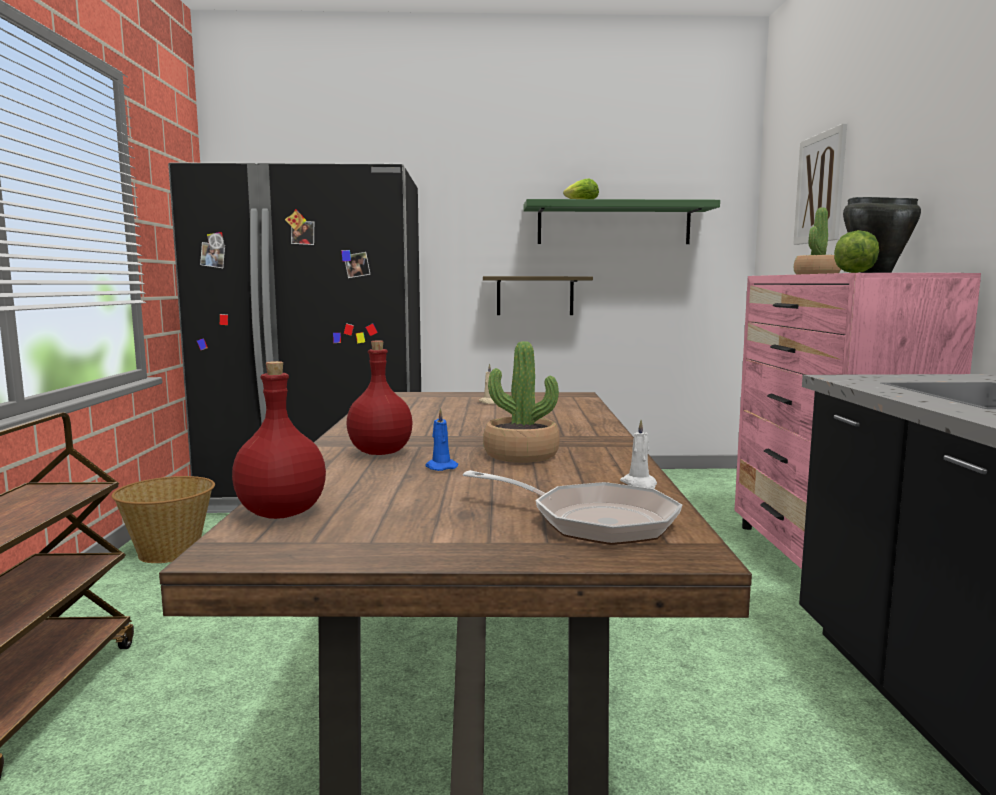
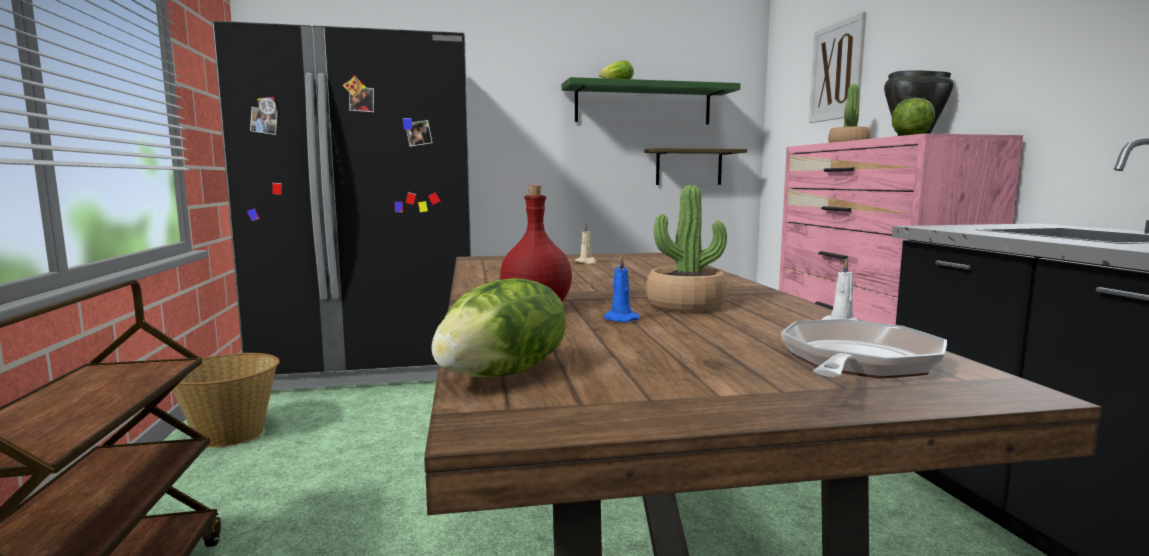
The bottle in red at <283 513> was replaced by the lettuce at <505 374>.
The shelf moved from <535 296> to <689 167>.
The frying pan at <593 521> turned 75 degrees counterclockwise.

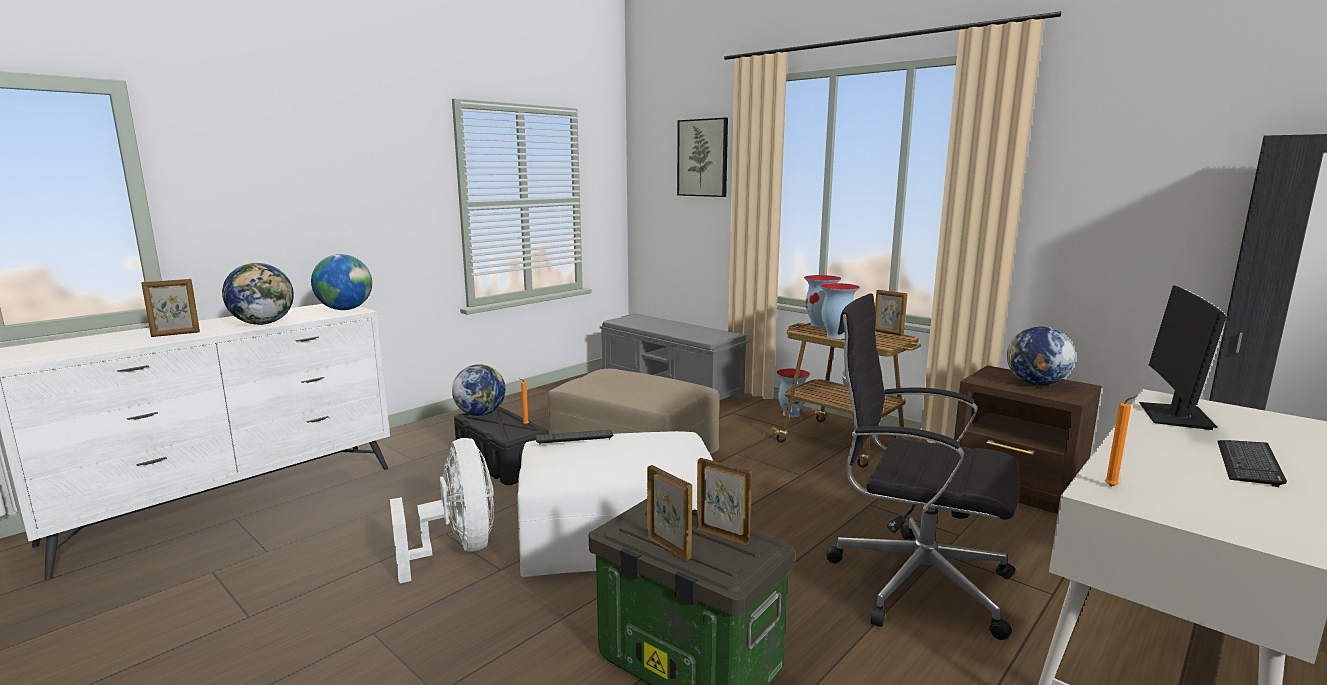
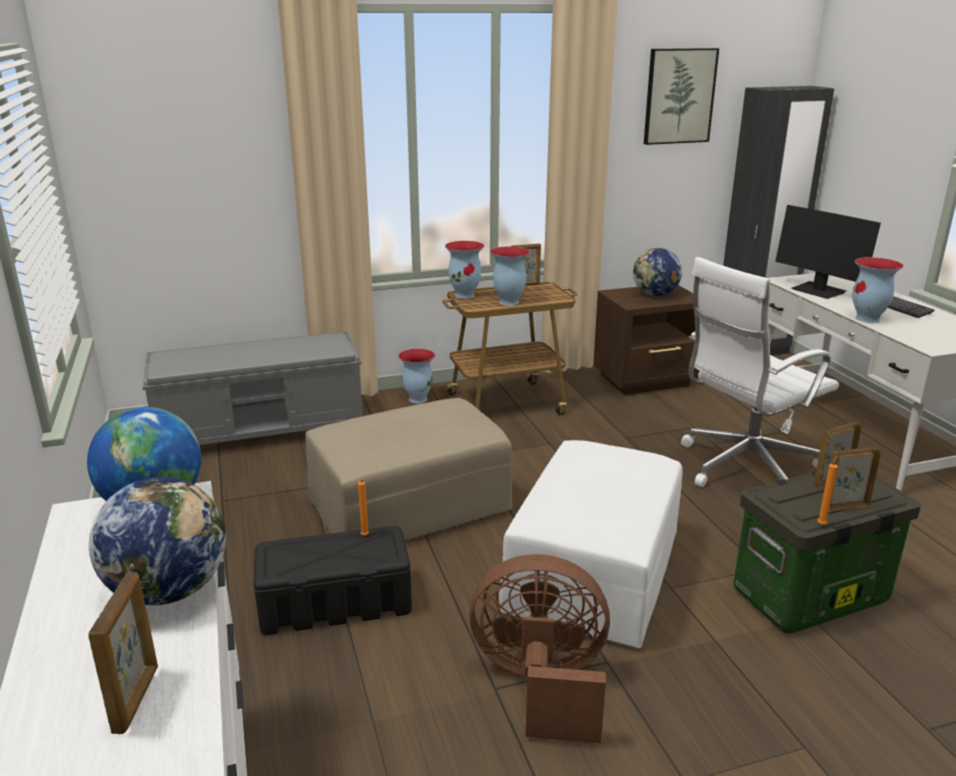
The fan in white at <457 549> became the fan in brown at <541 685>.
The picture moved from <703 158> to <679 96>.
The office chair in black at <914 581> became the office chair in white at <744 467>.
The candle in orange moved from <1113 487> to <822 524>.
The vase at <868 319> appeared.
The globe at <480 414> disappeared.
The keyboard at <574 438> disappeared.

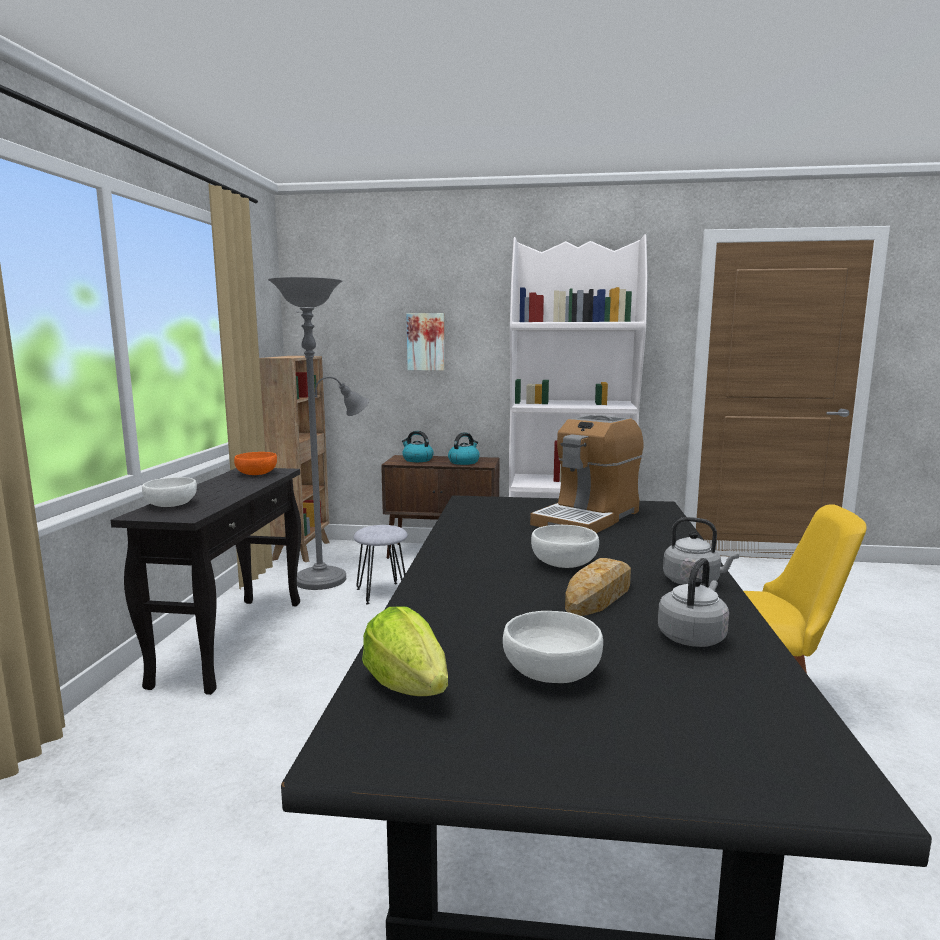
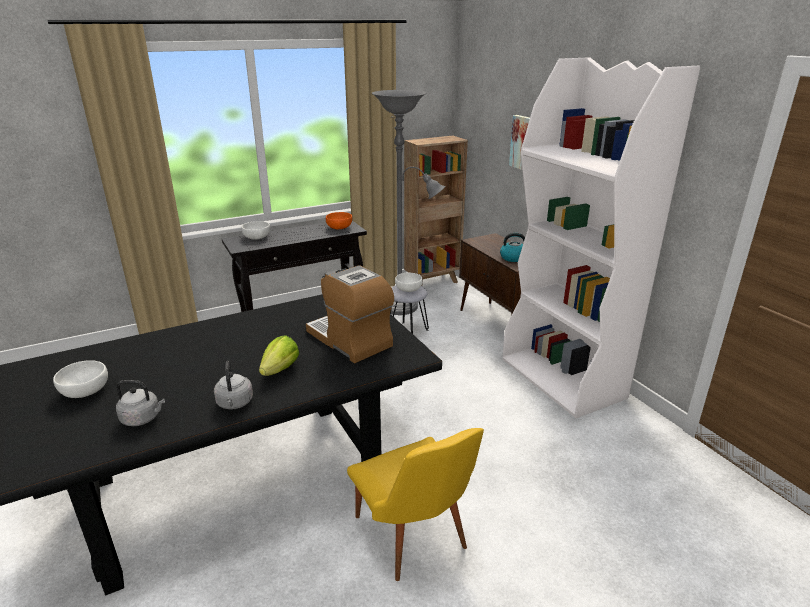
The lettuce moved from <408 685> to <280 369>.
The coffee machine at <588 518> turned 45 degrees clockwise.
The bowl in white moved from <563 563> to <408 289>.
The kettle at <417 460> disappeared.
The bread at <600 595> disappeared.

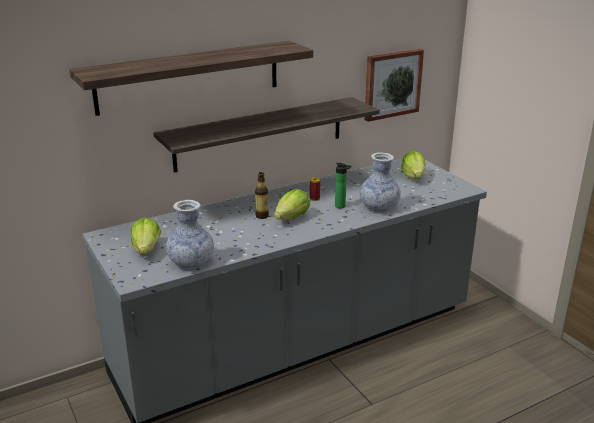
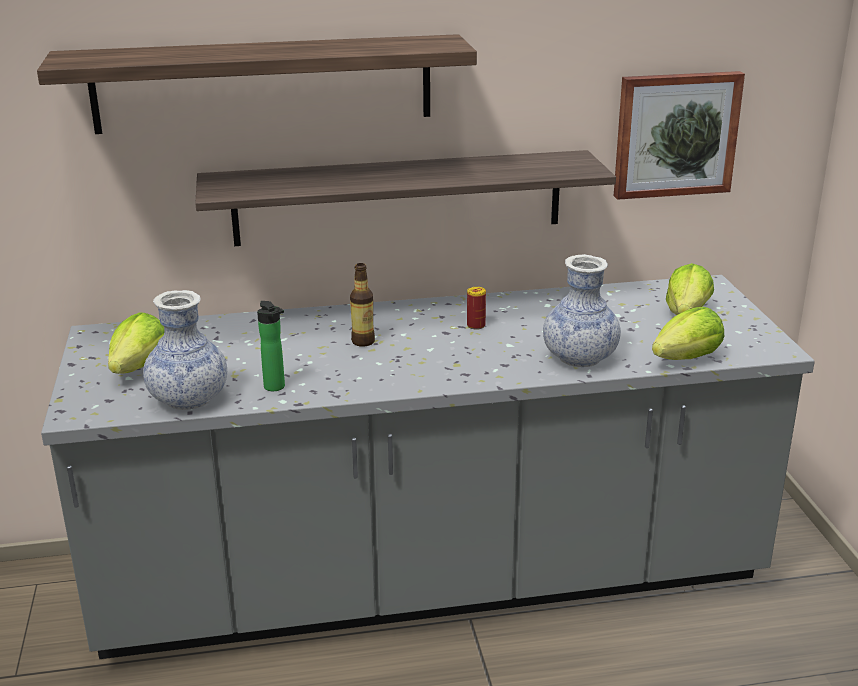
The bottle moved from <341 206> to <276 388>.
The lettuce moved from <292 218> to <687 359>.

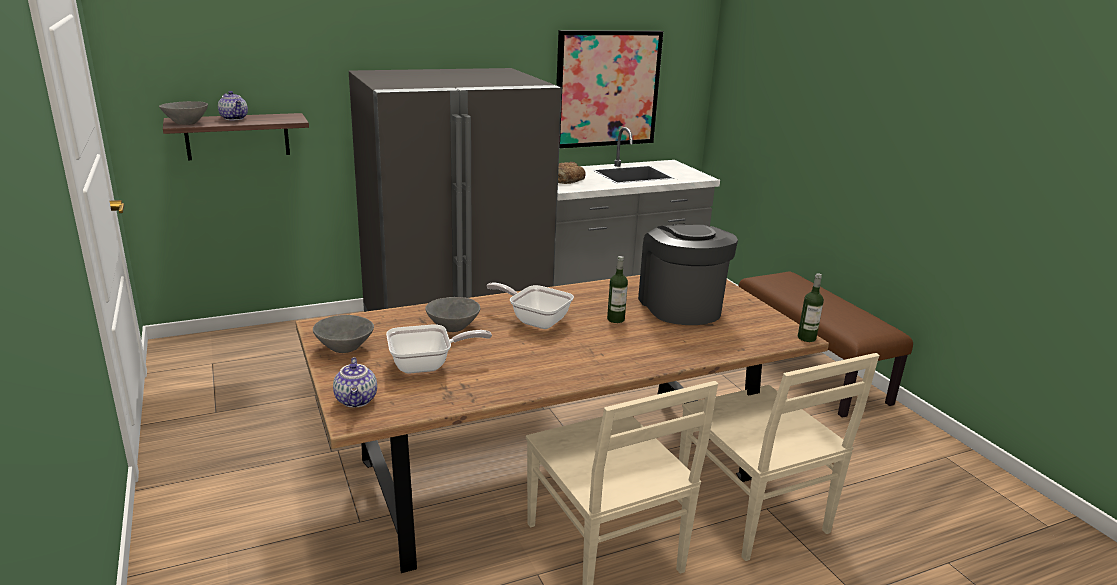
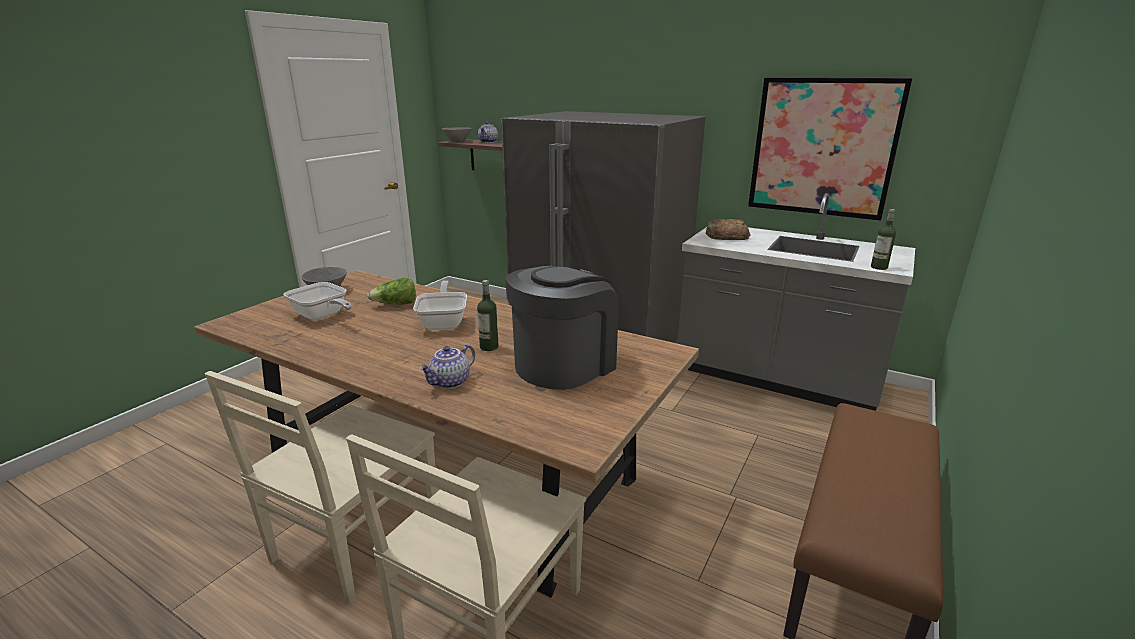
The bowl in grey at <454 327> was replaced by the lettuce at <396 304>.
The teapot moved from <357 400> to <450 382>.
The bottle moved from <806 338> to <879 267>.

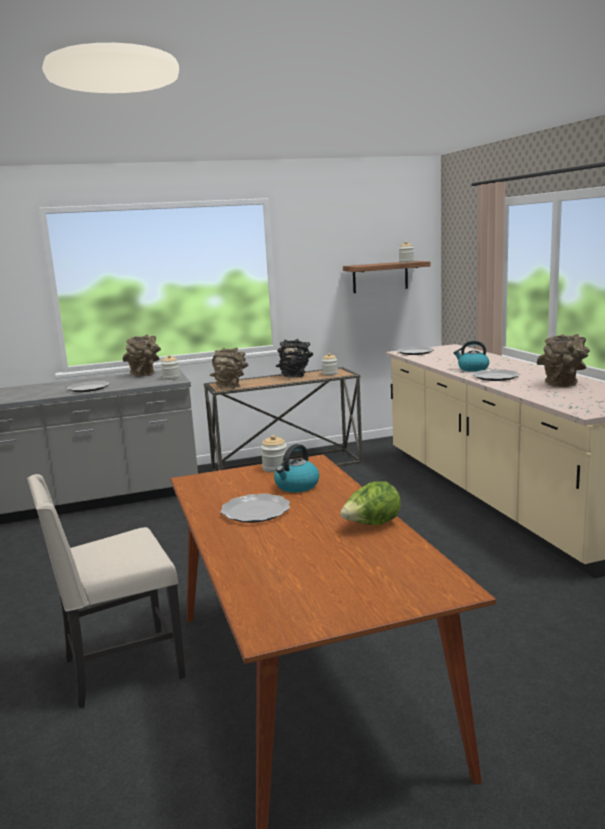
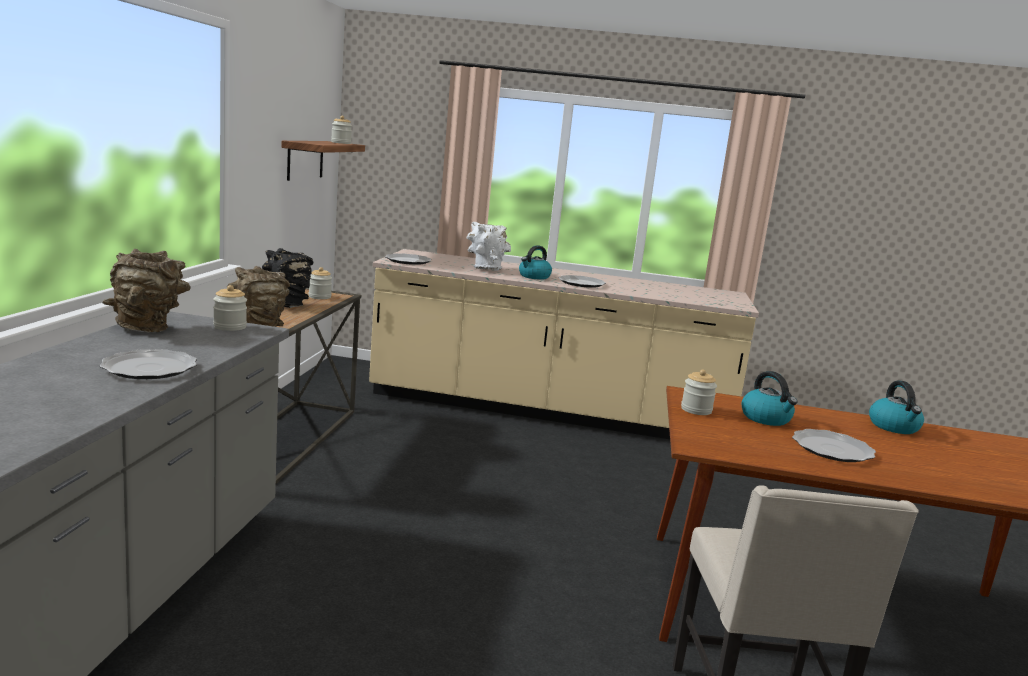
The vase in white at <484 269> appeared.
The lettuce at <371 525> was replaced by the kettle at <894 427>.
The vase in brown at <563 385> disappeared.

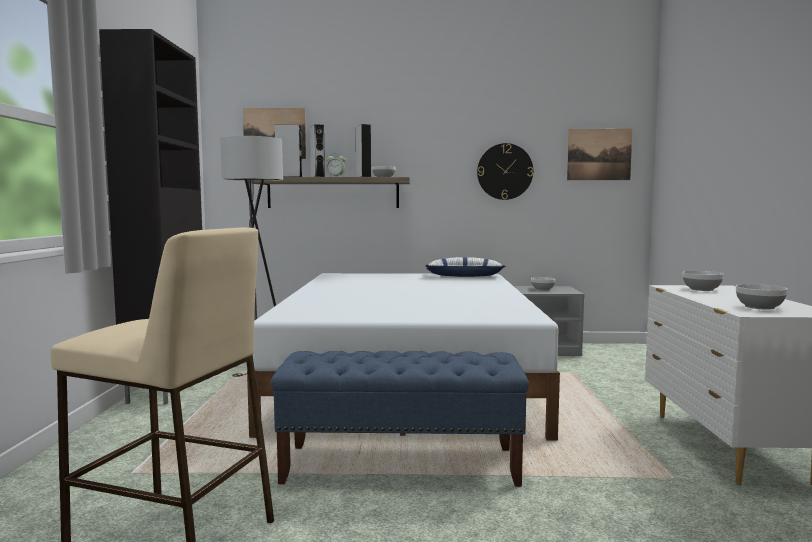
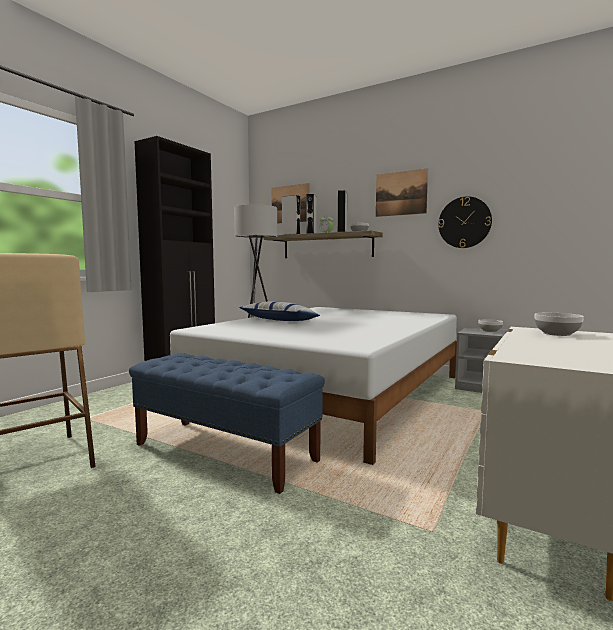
The pillow moved from <464 276> to <279 320>.
The picture moved from <599 154> to <401 193>.
The bowl at <759 307> disappeared.

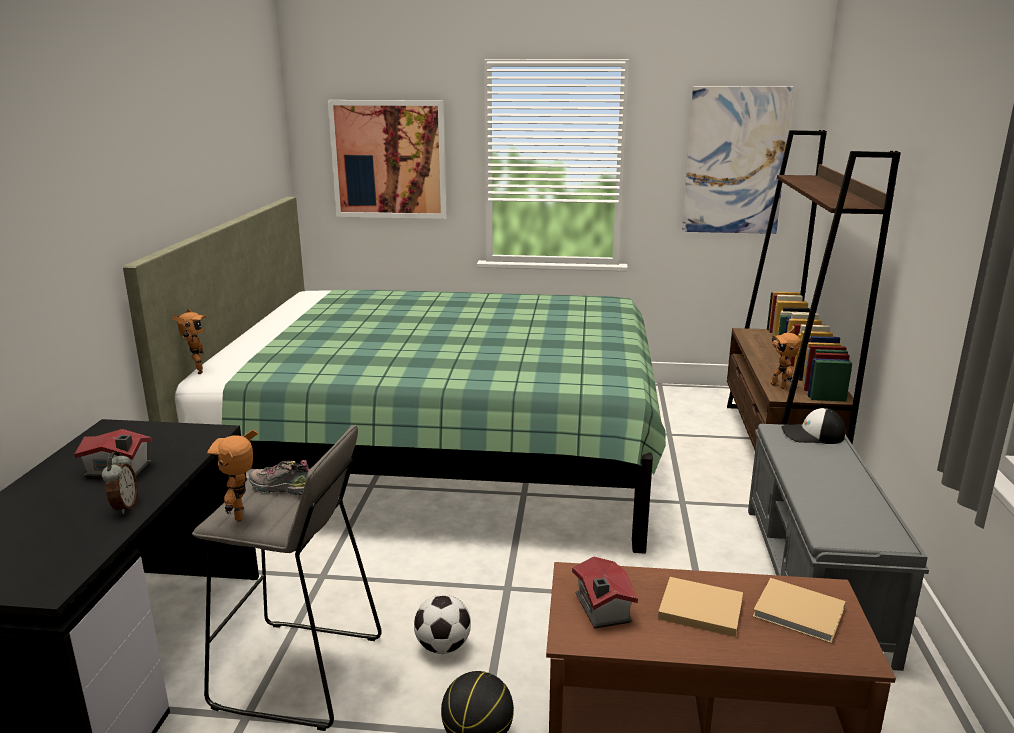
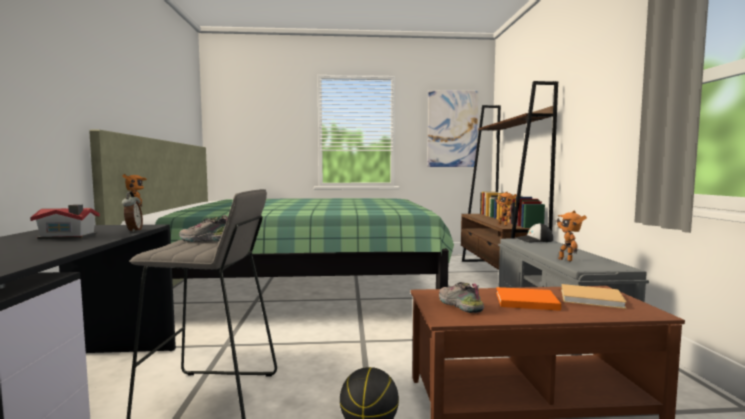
The alarm clock moved from <124 507> to <133 231>.
The toy house at <601 609> was replaced by the shoe at <458 305>.
The book in beige at <698 608> became the book in orange at <524 301>.
The toy robot moved from <244 514> to <566 260>.
The picture at <389 159> disappeared.
The football at <443 646> disappeared.

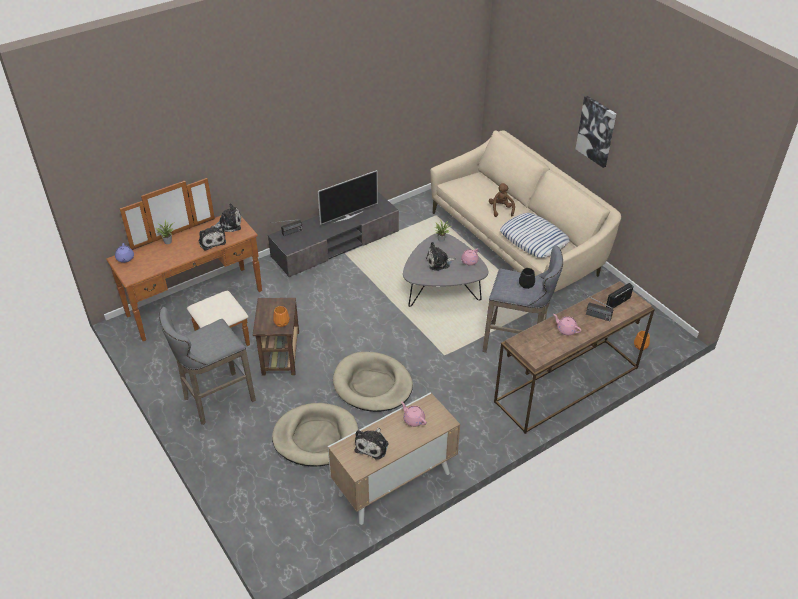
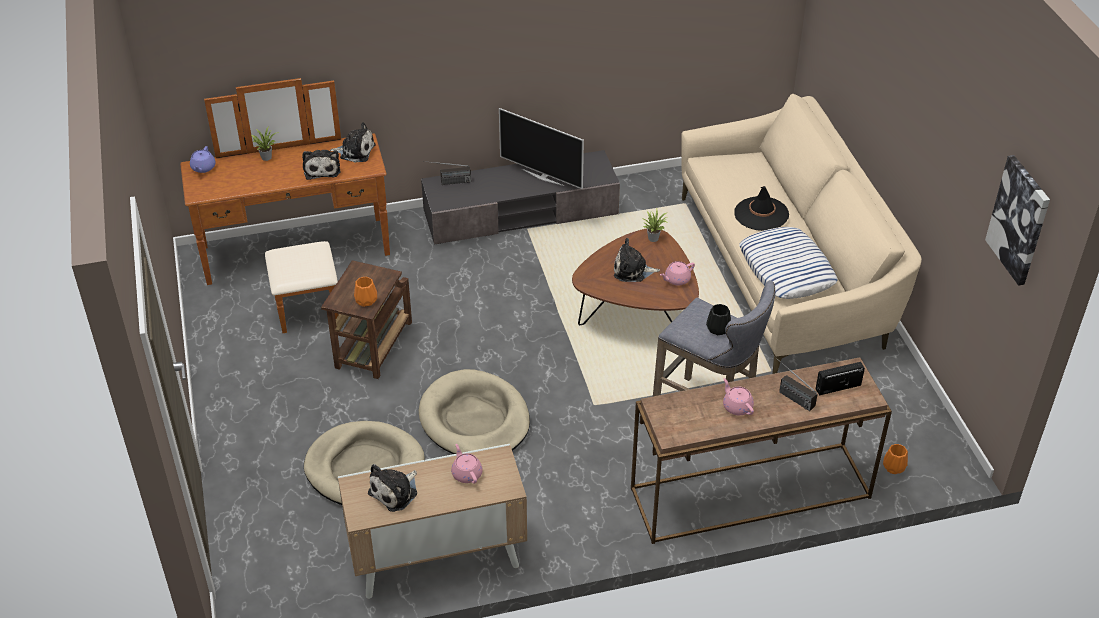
The television at <348 216> turned 45 degrees clockwise.
The coffee table in grey at <442 291> became the coffee table in brown at <637 315>.
The plush toy in brown at <501 209> was replaced by the hat in black at <761 214>.
The picture moved from <596 131> to <1019 220>.
The stool in grey at <216 400> disappeared.

